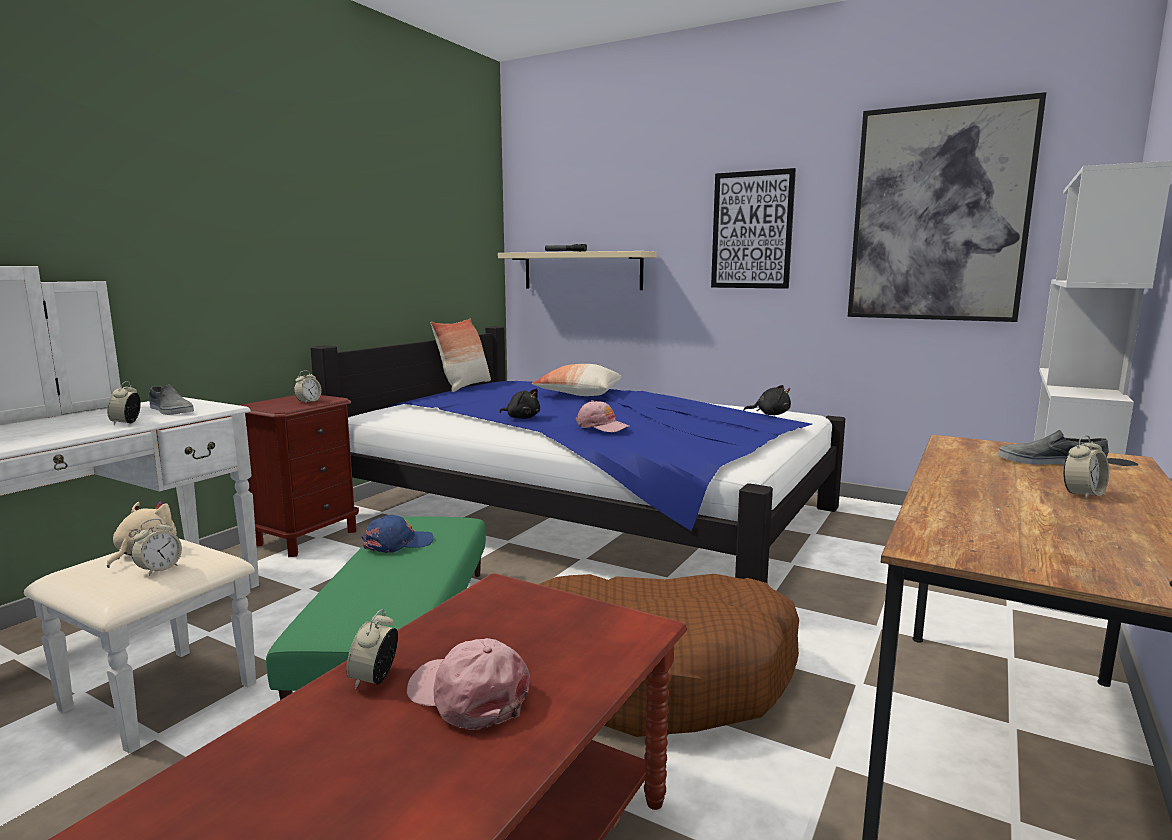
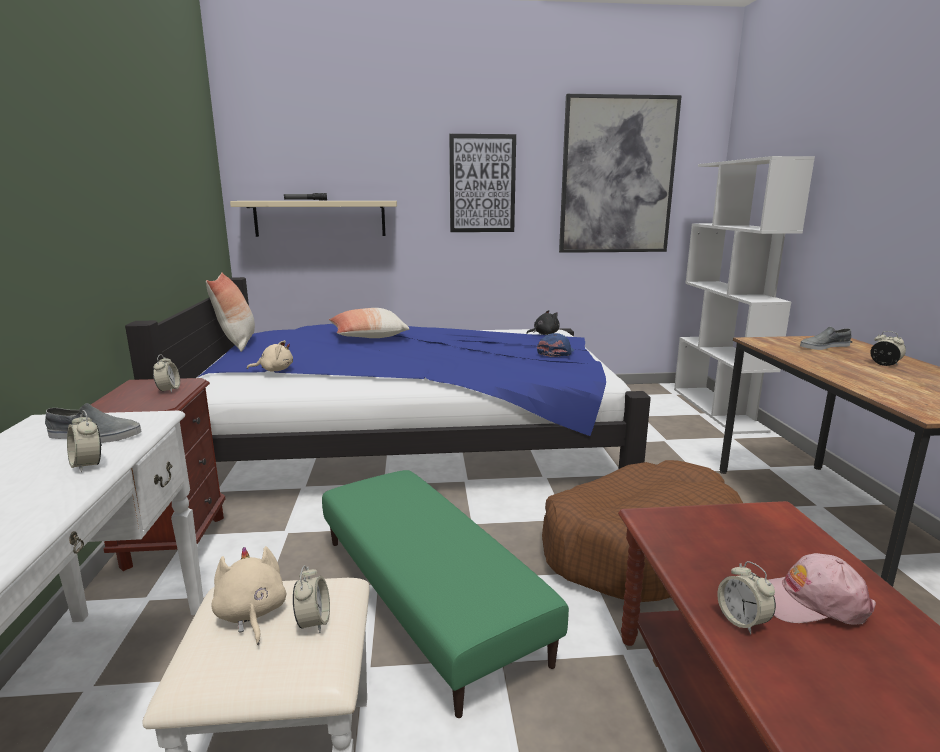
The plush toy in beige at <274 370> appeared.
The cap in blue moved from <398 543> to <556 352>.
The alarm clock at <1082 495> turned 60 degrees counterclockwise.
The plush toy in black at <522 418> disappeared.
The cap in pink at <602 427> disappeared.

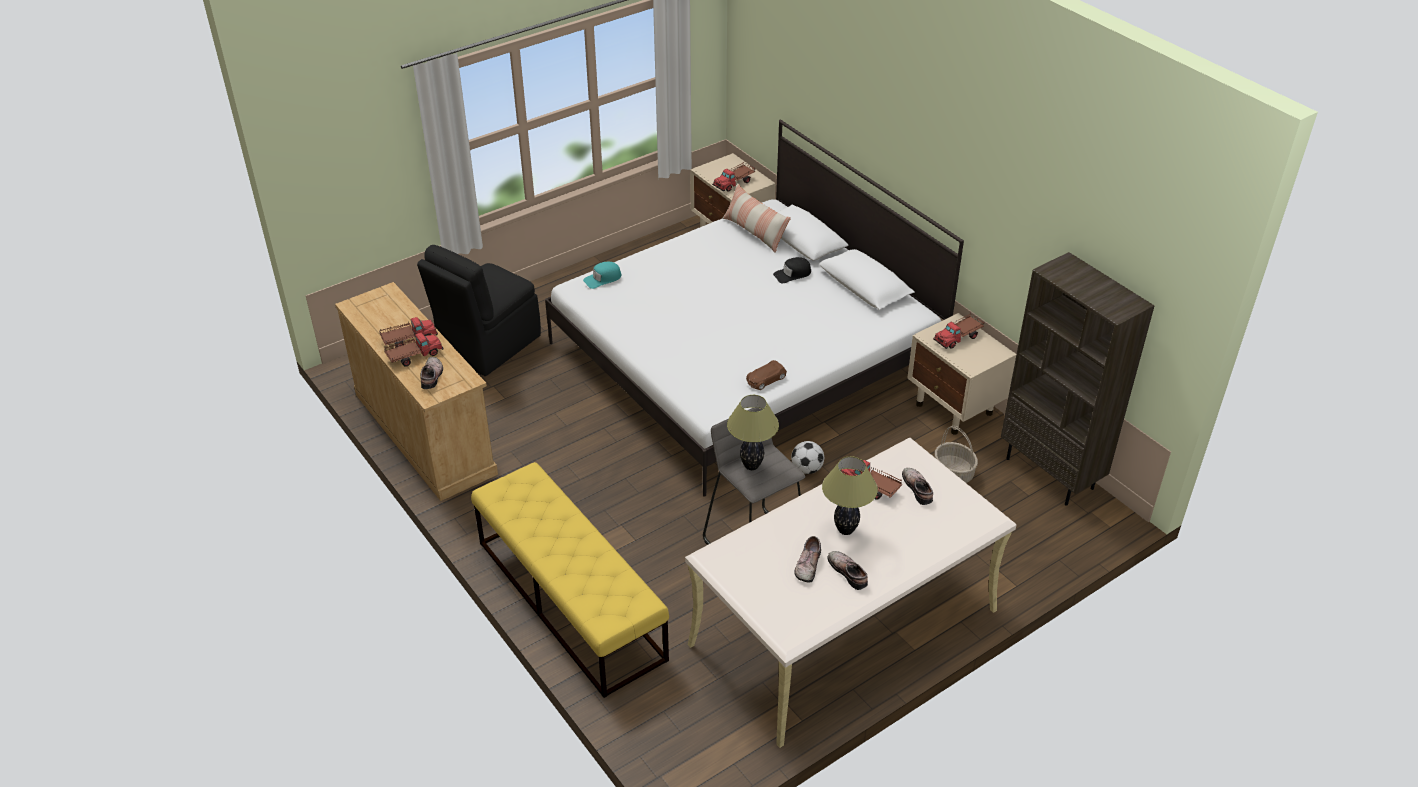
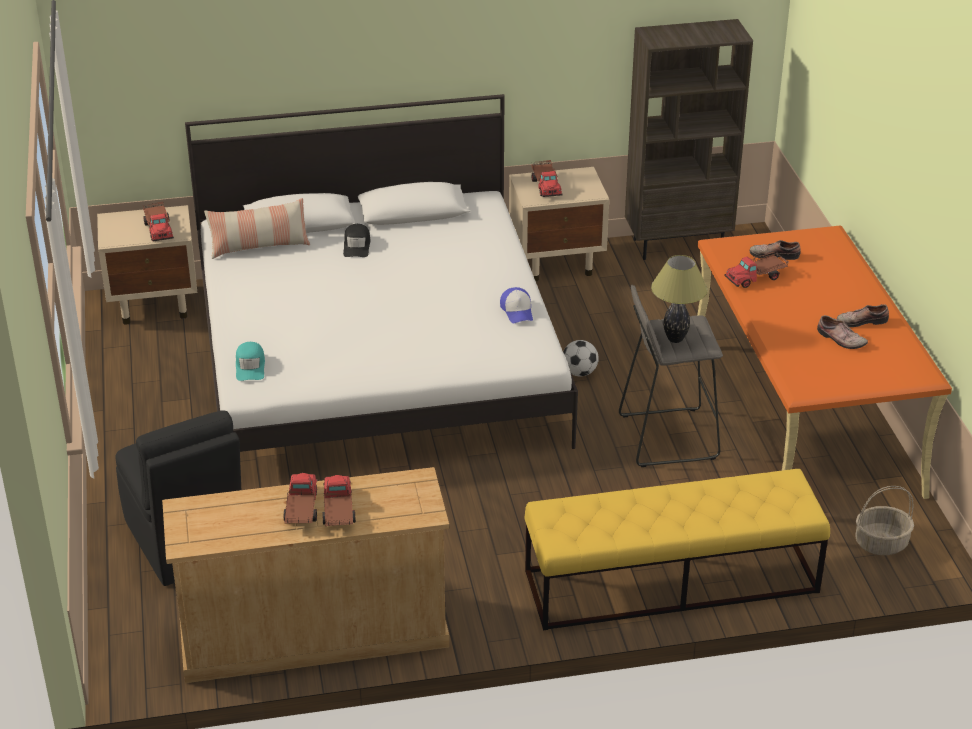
The toy car in brown at <765 379> was replaced by the cap at <517 311>.
The desk in beige at <843 628> became the desk in orange at <803 418>.
The basket moved from <954 473> to <881 543>.
The shoe at <432 376> disappeared.
The table lamp at <845 530> disappeared.

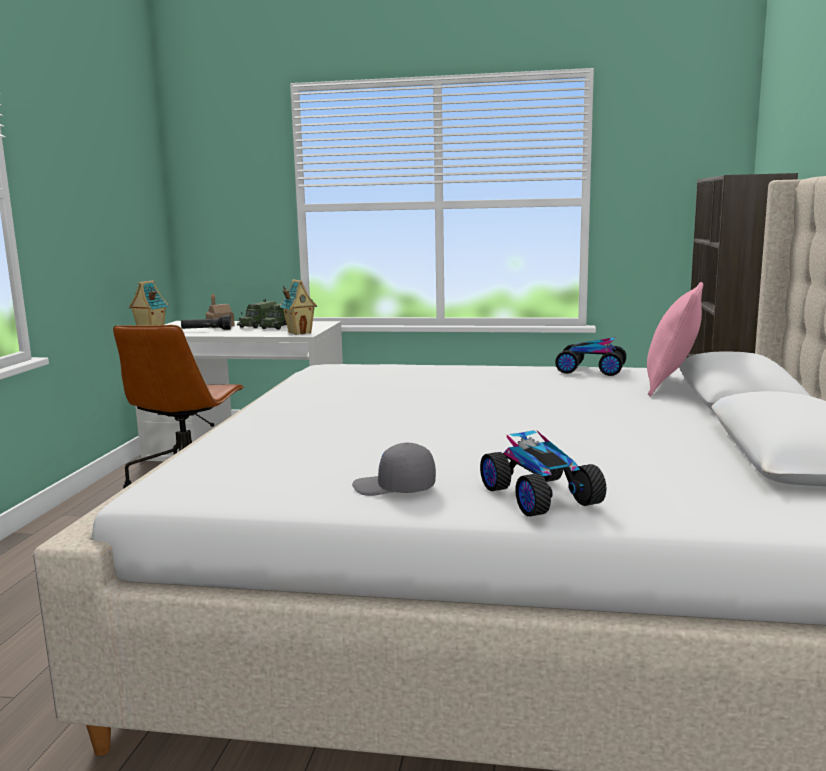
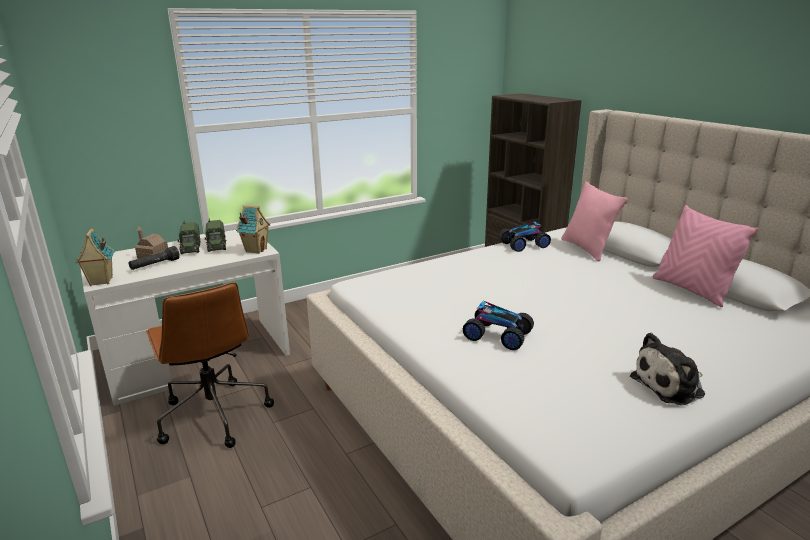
The toy car moved from <538 496> to <497 336>.
The cap in grey at <394 488> was replaced by the plush toy at <670 386>.
The pillow in pink at <692 290> appeared.

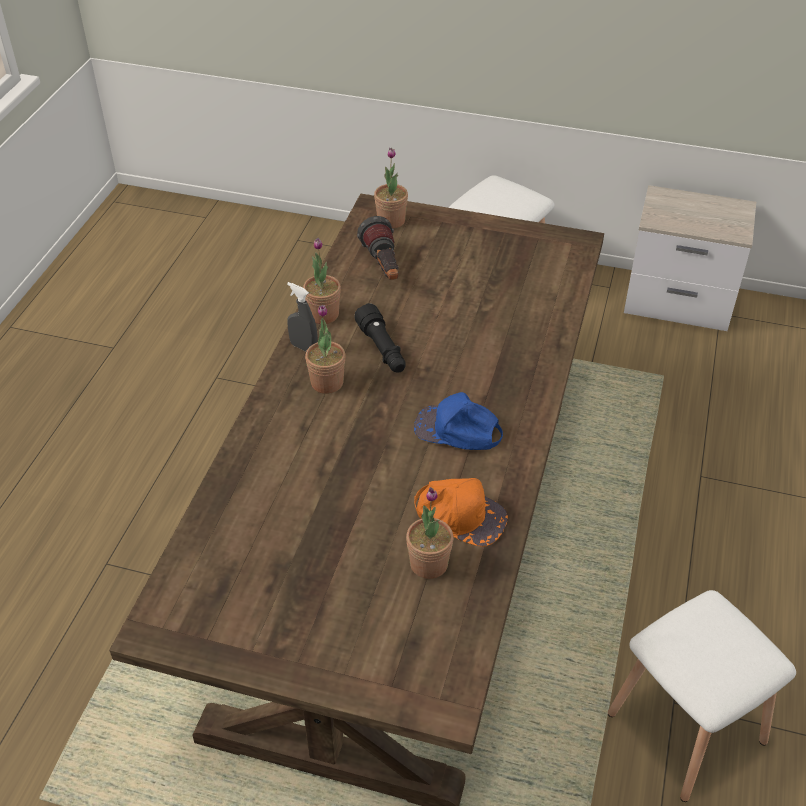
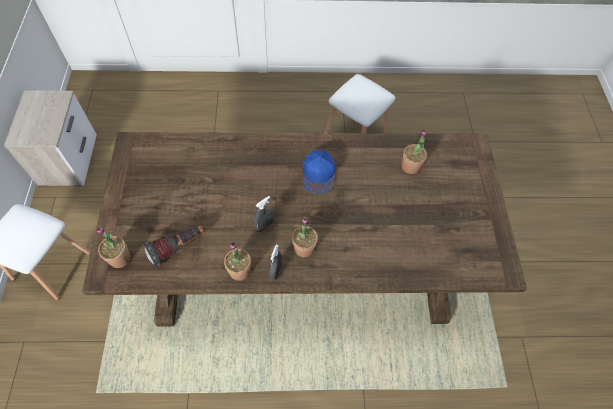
The flashlight in black at <382 349> was replaced by the spray bottle in grey at <264 226>.
The cap in orange at <460 515> disappeared.

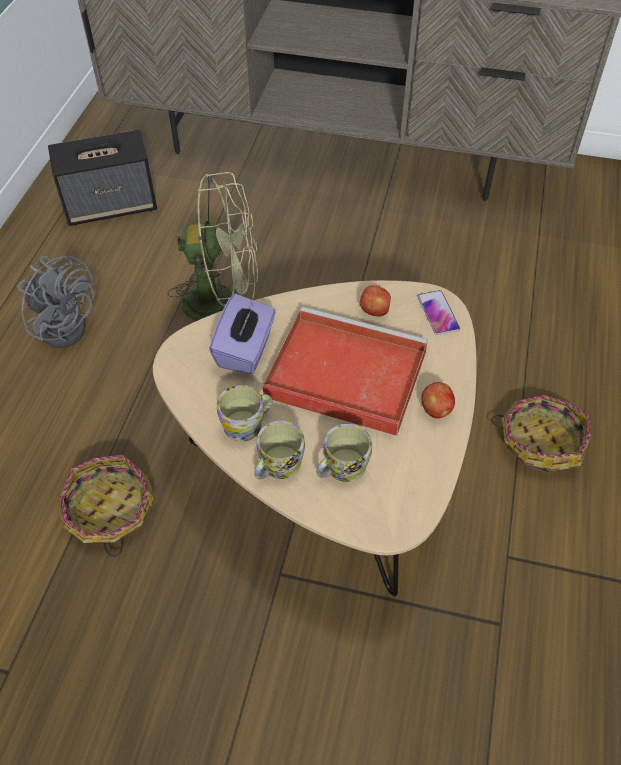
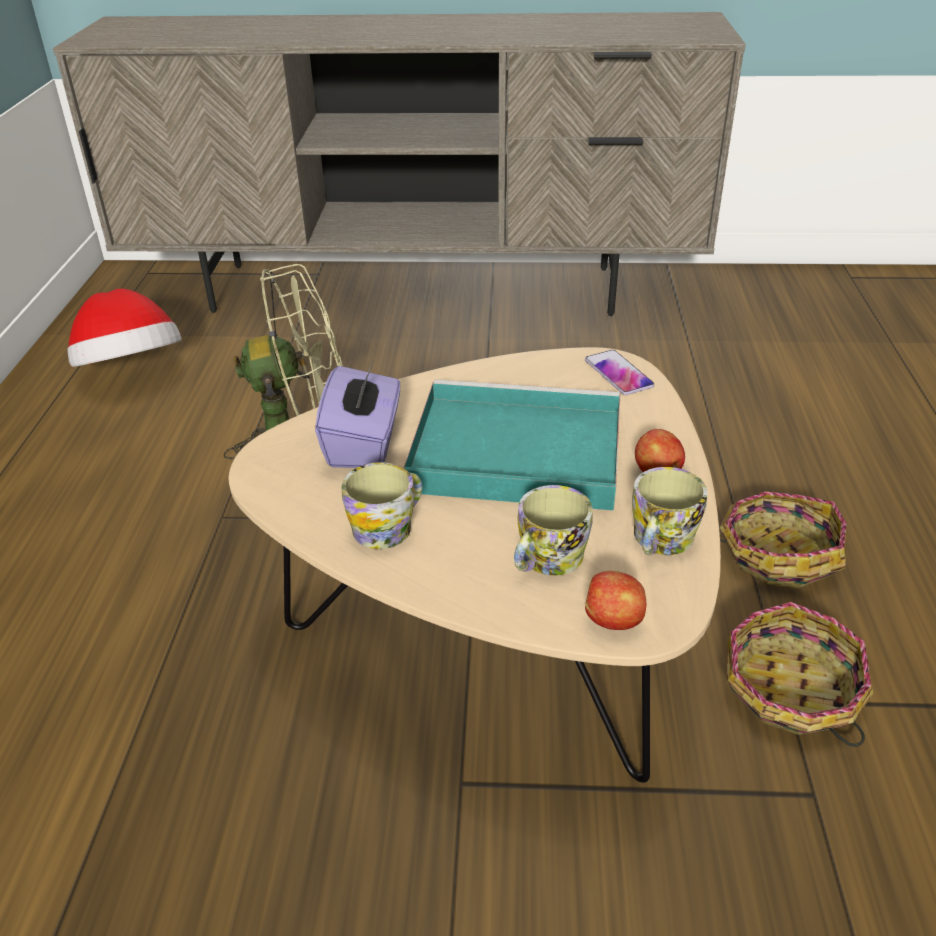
The speaker at <111 205> was replaced by the hat at <132 372>.
The tray in red at <342 374> became the tray in turquoise at <511 452>.
The apple moved from <375 311> to <614 620>.
The mug moved from <277 466> to <660 542>.
The basket moved from <109 511> to <791 692>.
The fan in grey at <64 323> disappeared.

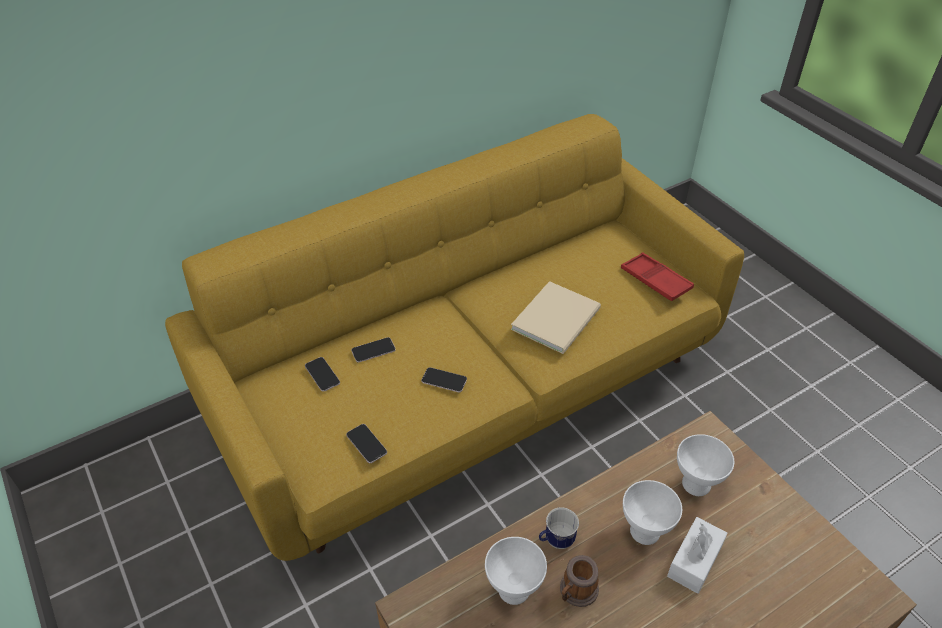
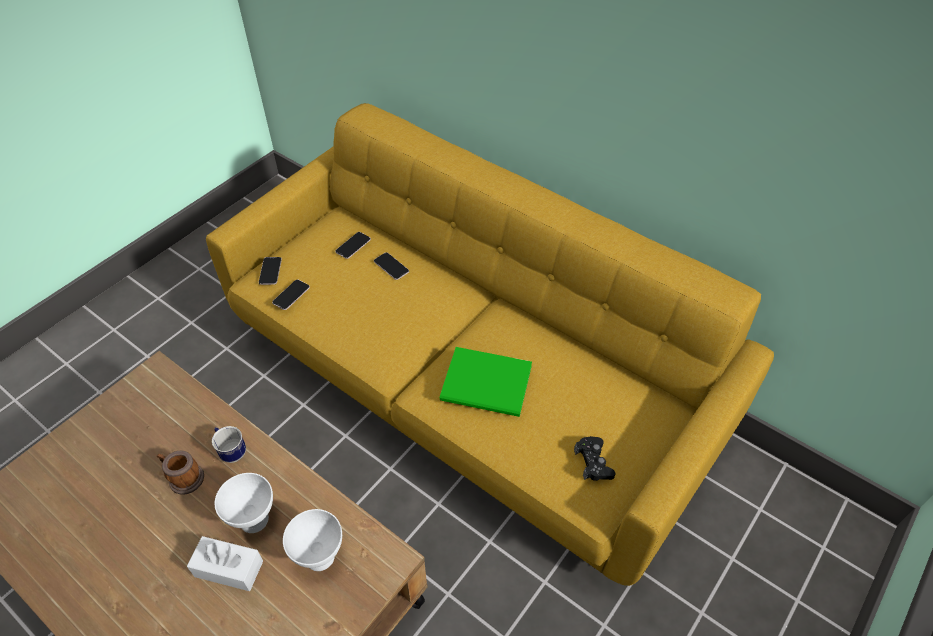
The phone moved from <444 380> to <270 271>.
The book in beige at <559 318> became the book in green at <488 386>.
The tray in red at <655 280> was replaced by the game controller in black at <593 462>.
The bowl in white at <514 591> disappeared.

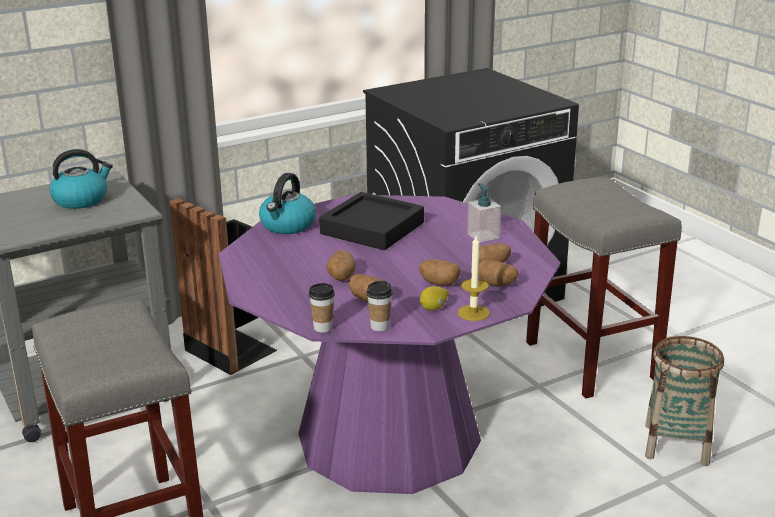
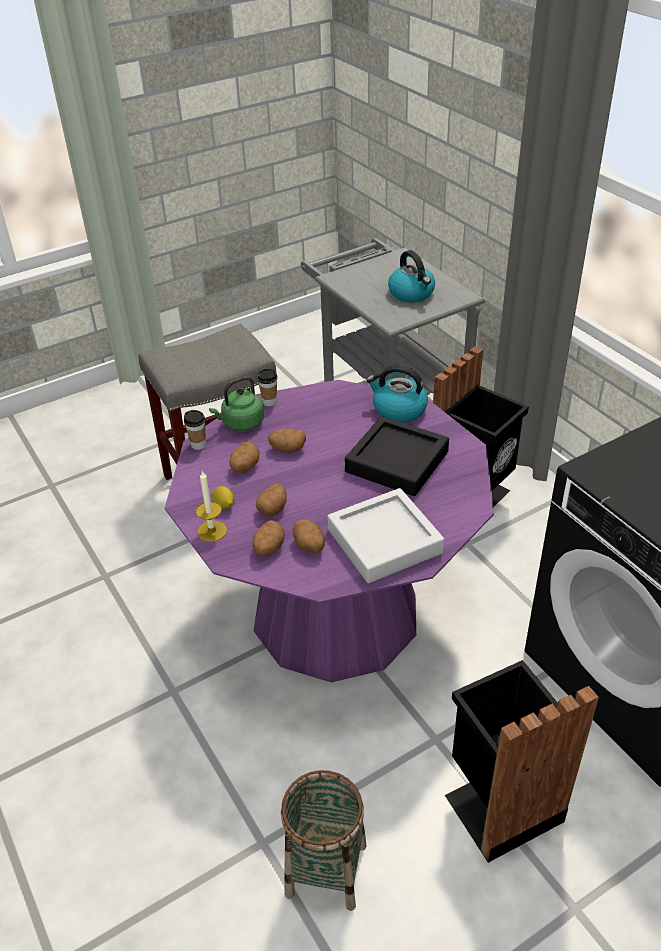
The kettle in green at <241 423> appeared.
The cup moved from <379 326> to <269 402>.
The soap dispenser at <483 236> was replaced by the tray in grey at <384 541>.
The stool in grey at <593 361> was replaced by the trash can in black at <499 804>.

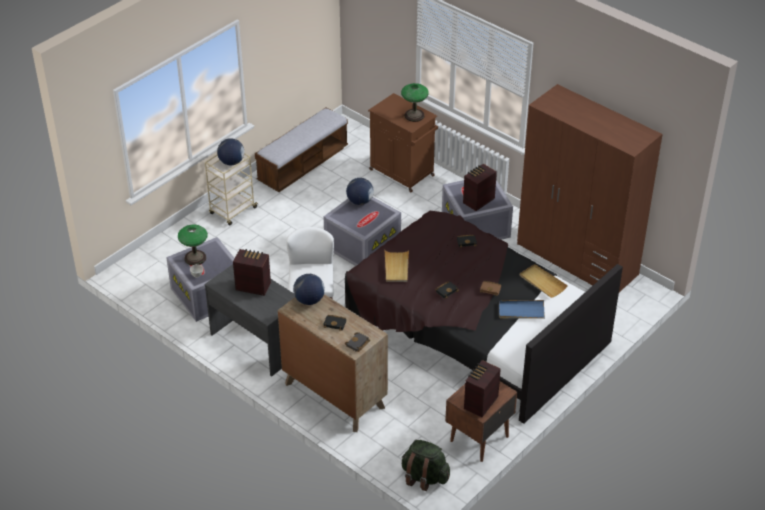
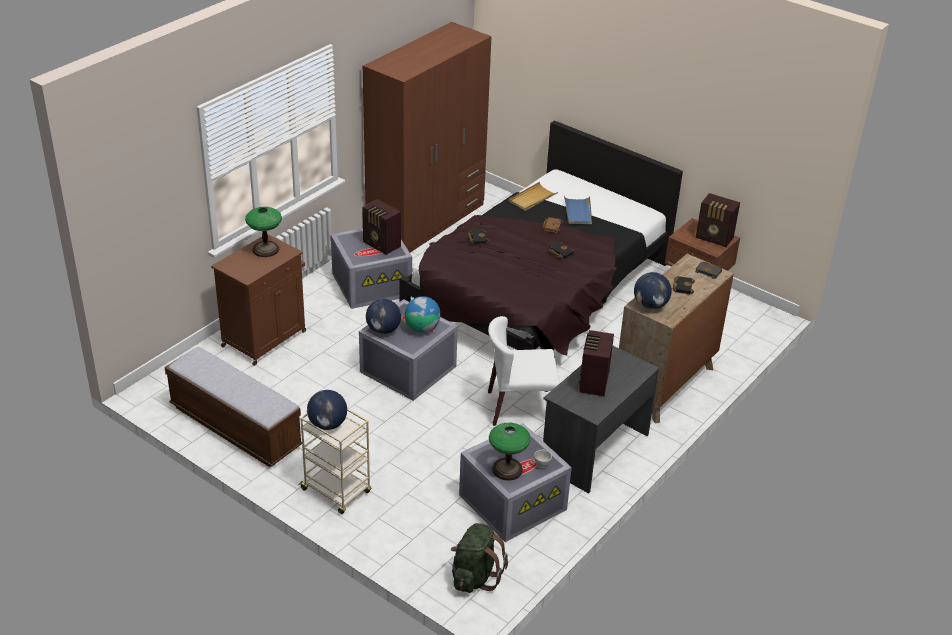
The globe at <422 328> appeared.
The backpack in green moved from <424 477> to <475 577>.
The tray in beige at <396 267> disappeared.

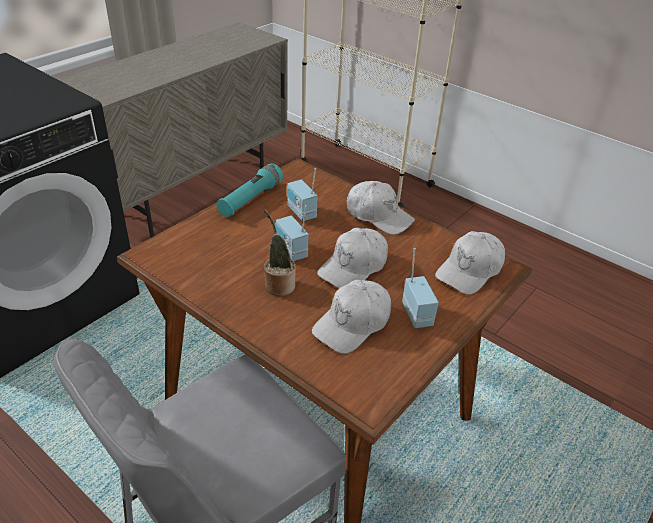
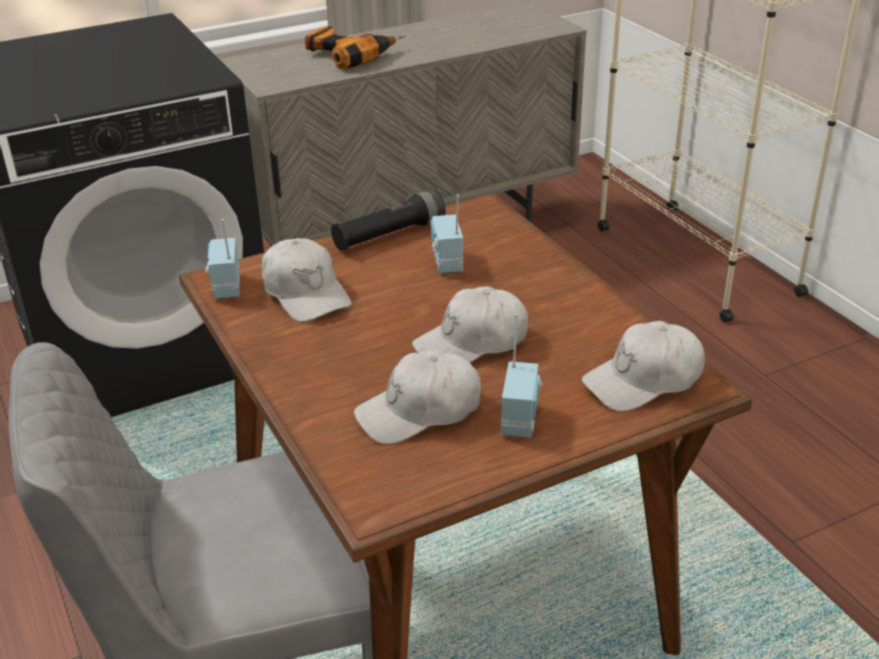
The radio moved from <290 251> to <225 287>.
The cap in white moved from <378 216> to <306 293>.
The power drill at <351 54> appeared.
The flashlight in turquoise at <250 199> became the flashlight in black at <389 235>.
The potted plant at <278 285> disappeared.

